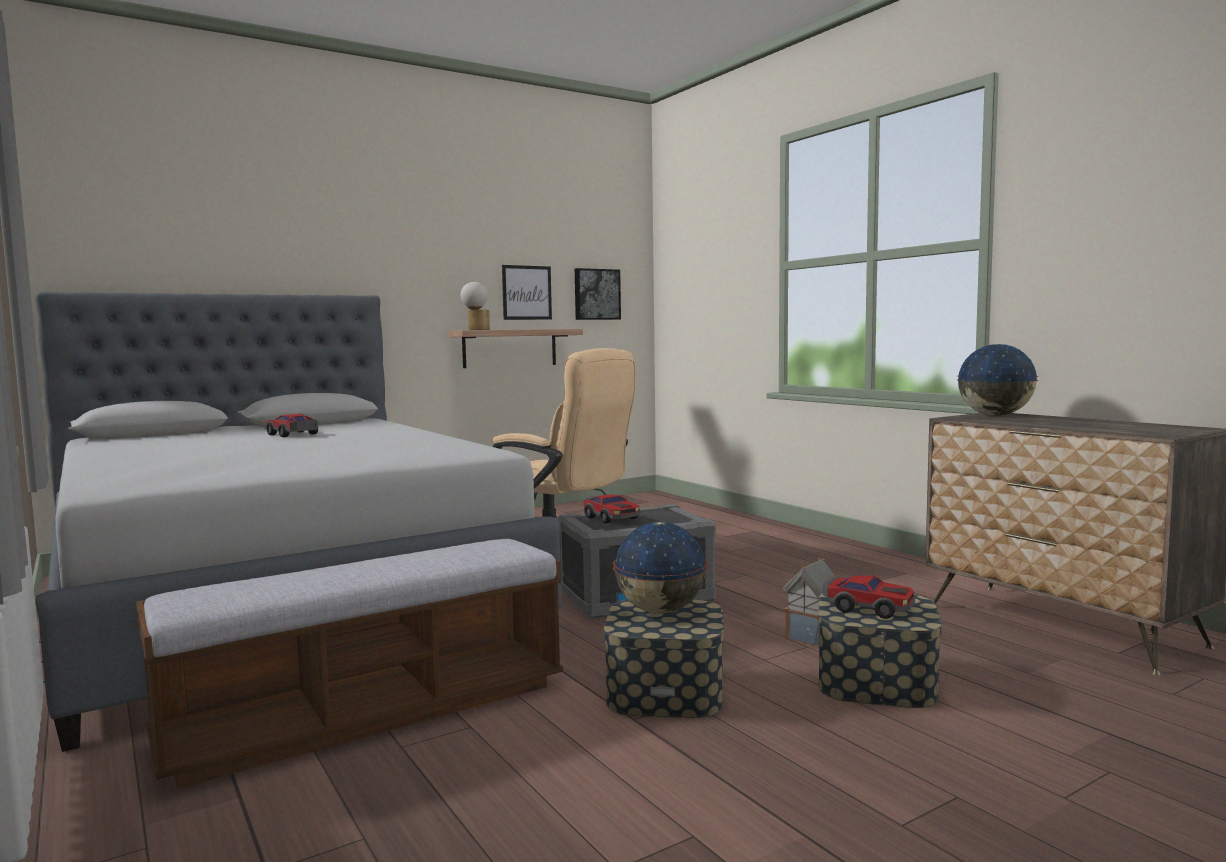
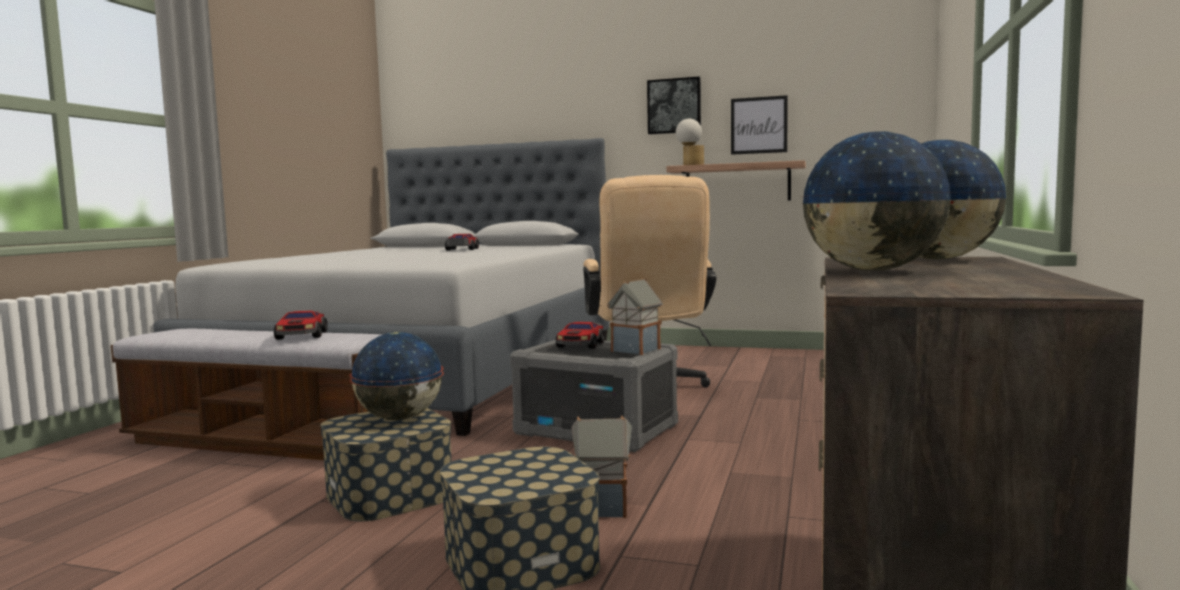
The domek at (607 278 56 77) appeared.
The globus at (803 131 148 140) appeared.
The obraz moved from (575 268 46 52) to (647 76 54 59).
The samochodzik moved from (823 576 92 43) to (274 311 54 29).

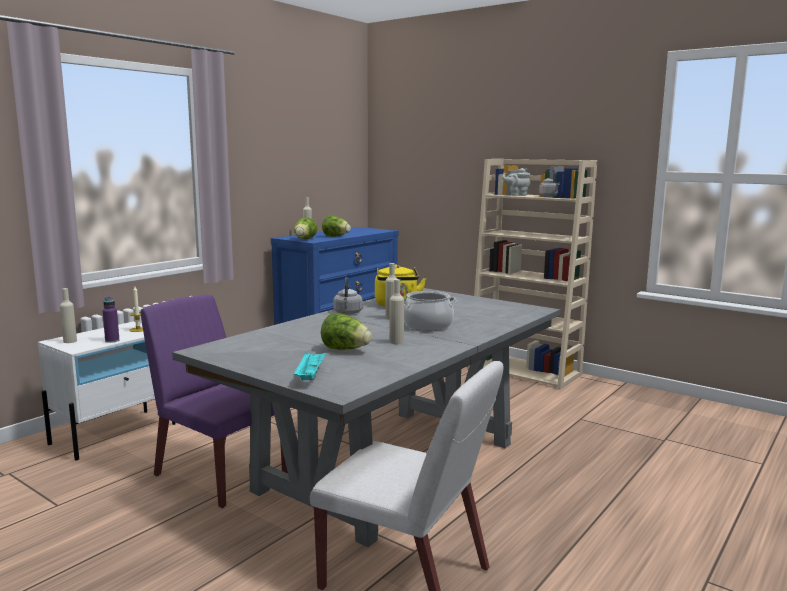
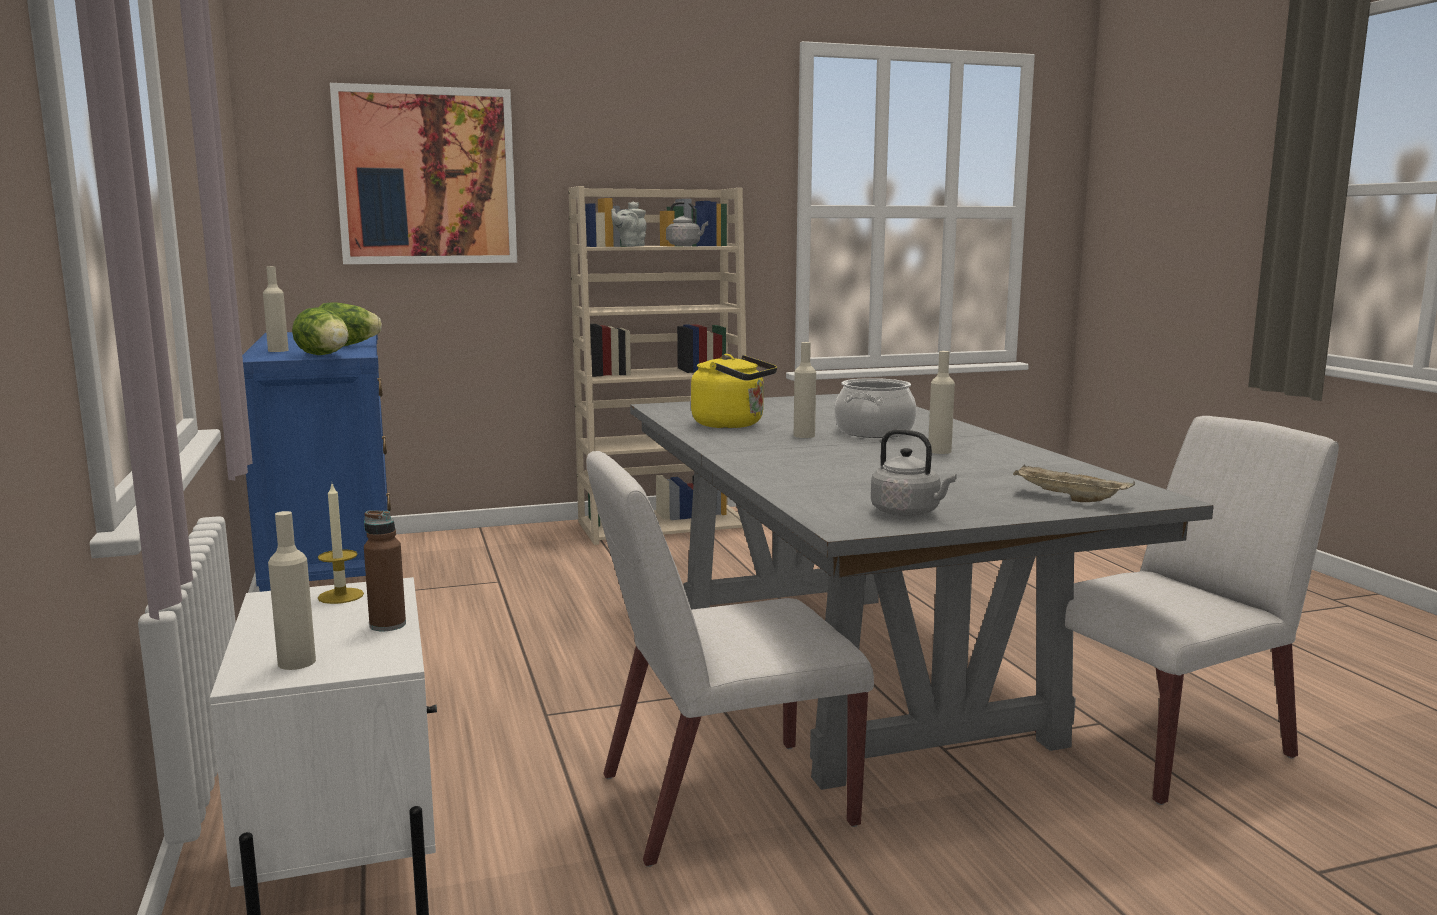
The sałata at (321 313 51 37) disappeared.
The obraz at (330 83 187 181) appeared.
The czajnik/szary moved from (333 277 29 38) to (871 429 86 88).
The butelka/fioletowy at (103 296 16 47) became the butelka/brązowy at (364 510 42 121).
The krzesło/fioletowy at (141 294 150 214) became the krzesło/biały at (586 451 288 416).
The taca/turkusowy at (294 351 33 29) became the taca/beżowy at (1013 464 122 38).

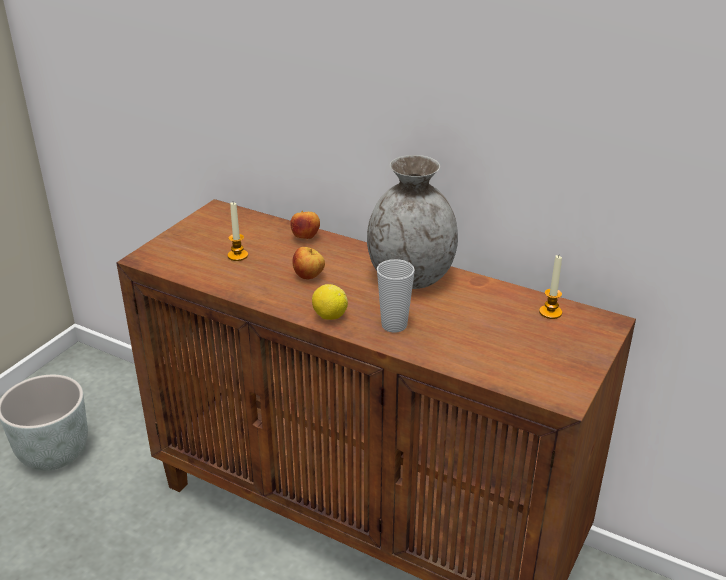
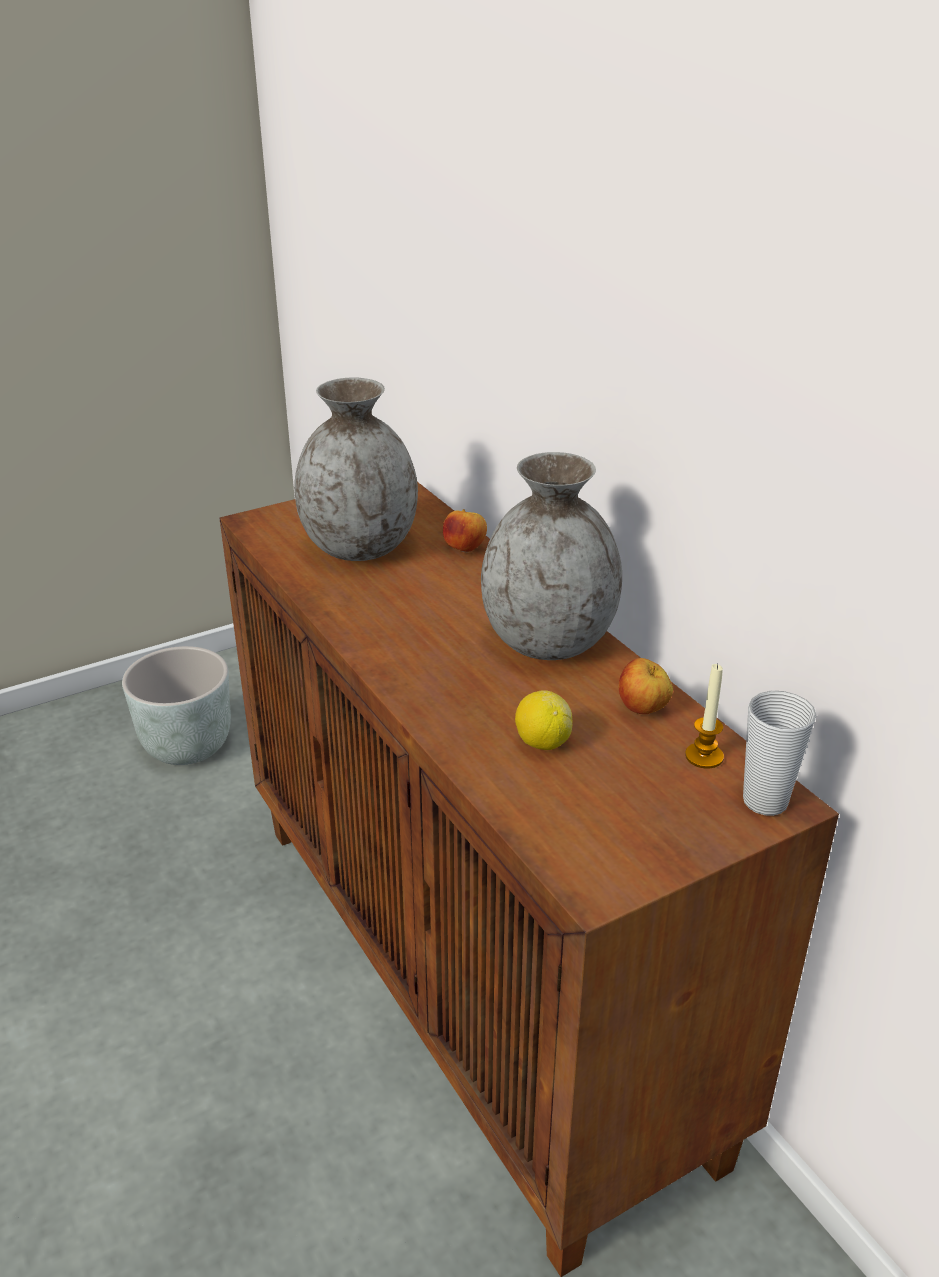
The jabłko moved from (292 247 33 32) to (619 658 54 56).
The cytryna moved from (312 284 36 36) to (515 690 57 60).
The filiżanka moved from (377 259 38 74) to (743 691 73 125).
The świeca at (228 202 20 59) was replaced by the wazon/szary at (294 378 124 183).

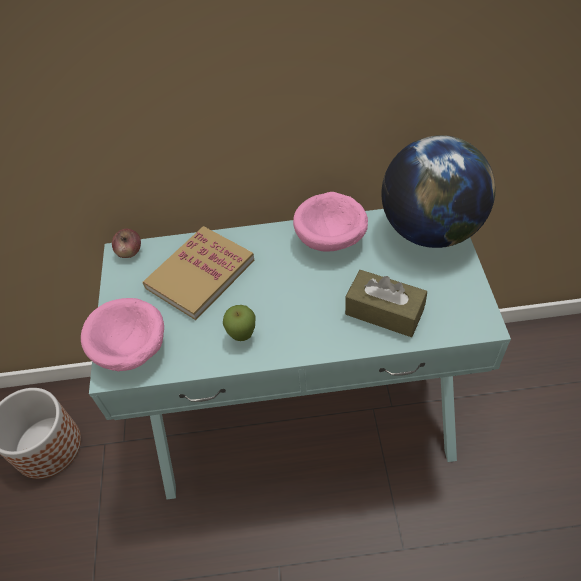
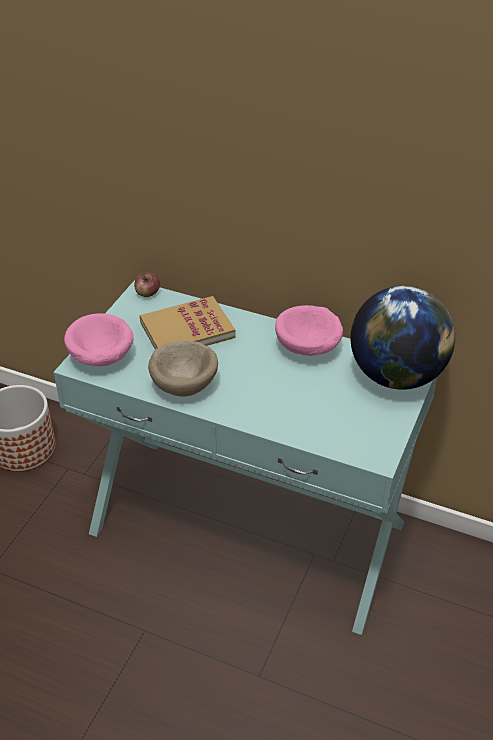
The pudełko chusteczek/brązowy at (345 270 82 67) disappeared.
The jabłko at (223 305 33 36) was replaced by the miska/beżowy at (148 341 70 56).

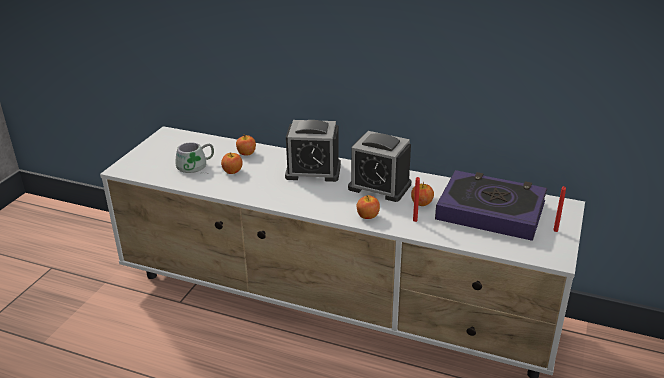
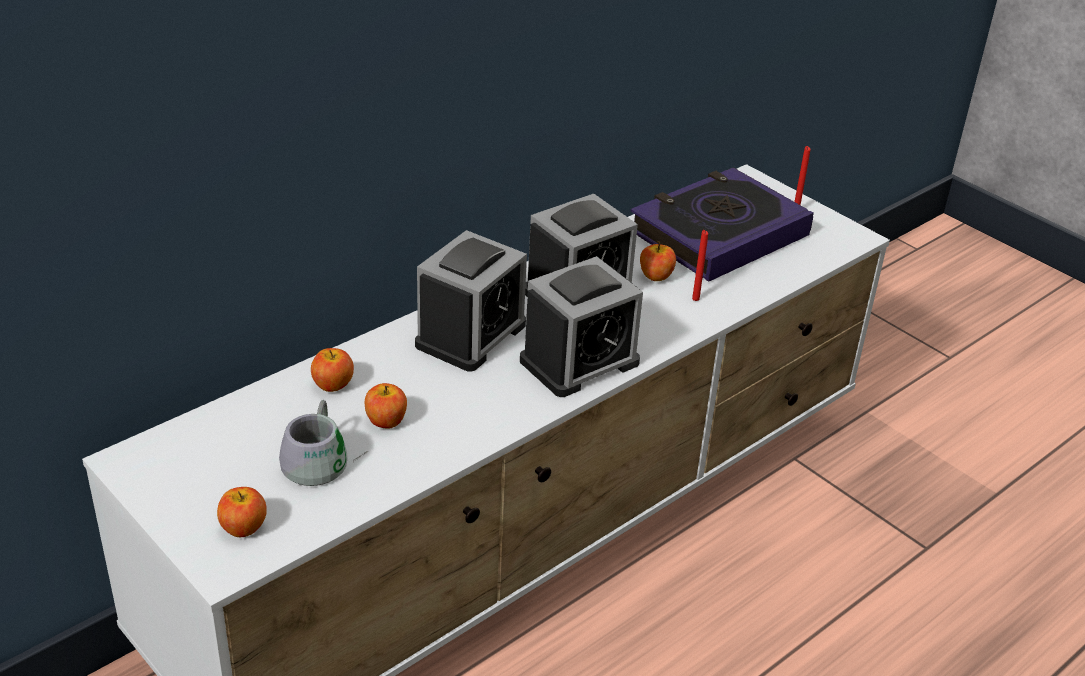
The budzik at (520 256 123 141) appeared.
The jabłko moved from (357 195 23 24) to (217 487 50 50).

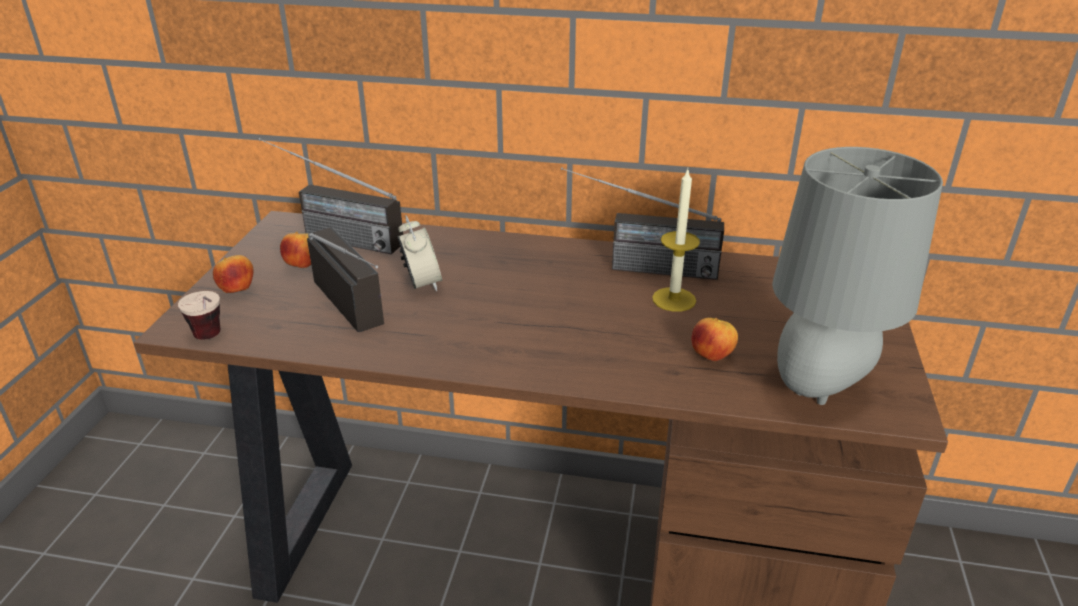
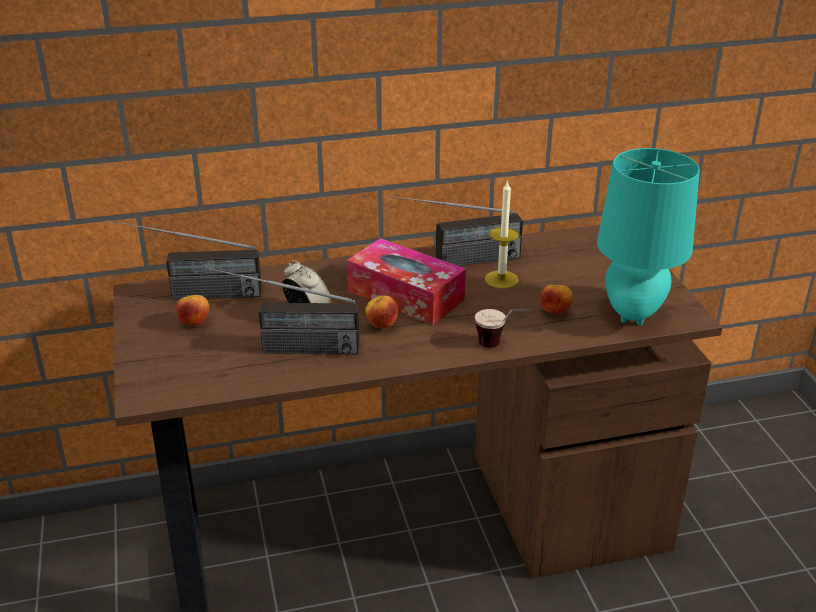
The pudełko chusteczek at (347 238 119 87) appeared.
The filiżanka moved from (178 291 43 49) to (475 309 56 39).
The jabłko moved from (213 255 40 38) to (365 295 33 34).
The lampa stołowa/szary at (772 147 171 258) became the lampa stołowa/turkusowy at (597 148 103 177).
The radio at (307 227 77 105) turned 150 degrees clockwise.

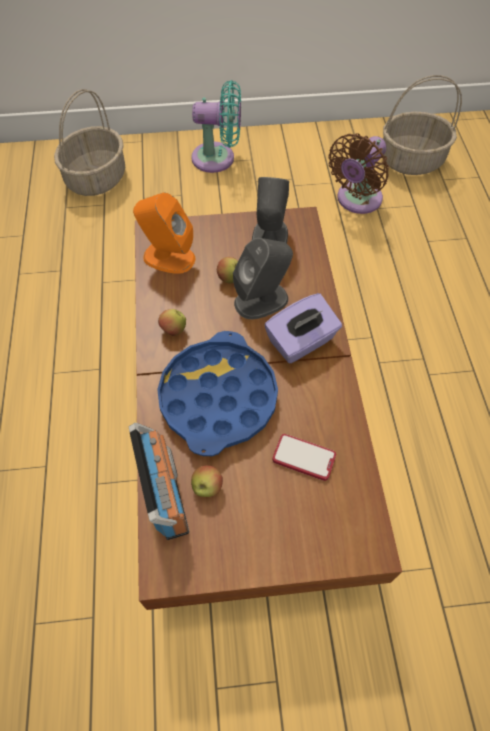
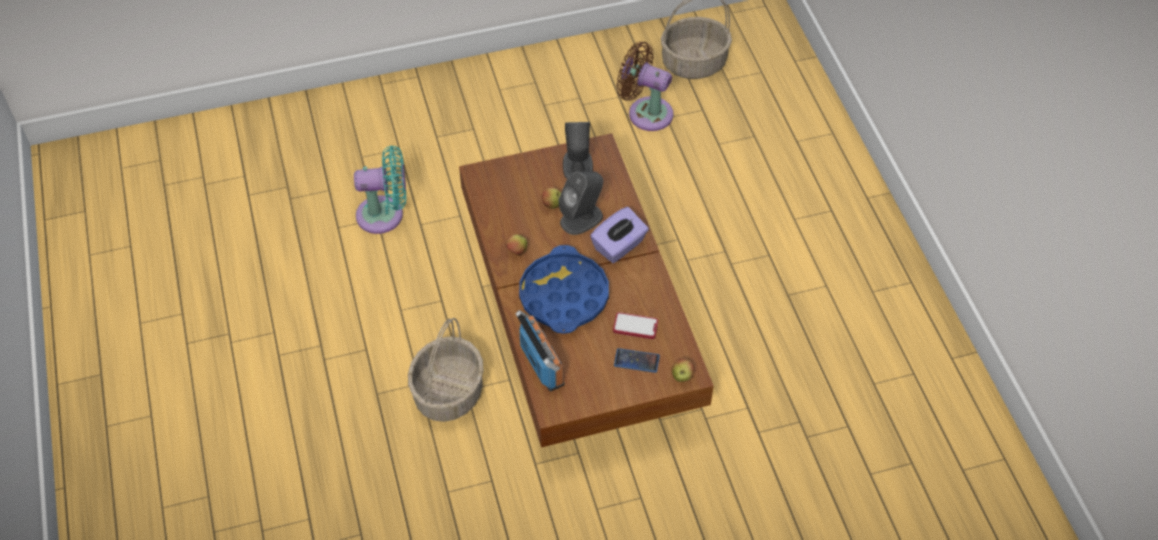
The głośnik/pomarańczowy at (133 193 62 81) disappeared.
The telefon at (614 348 46 25) appeared.
The koszyk moved from (54 89 71 107) to (408 318 76 104).
The wentylator/turkusowy moved from (191 80 50 93) to (354 145 52 89).
The jabłko moved from (191 465 32 32) to (671 359 23 23).
The wentylator/brązowy at (329 133 60 81) turned 90 degrees clockwise.

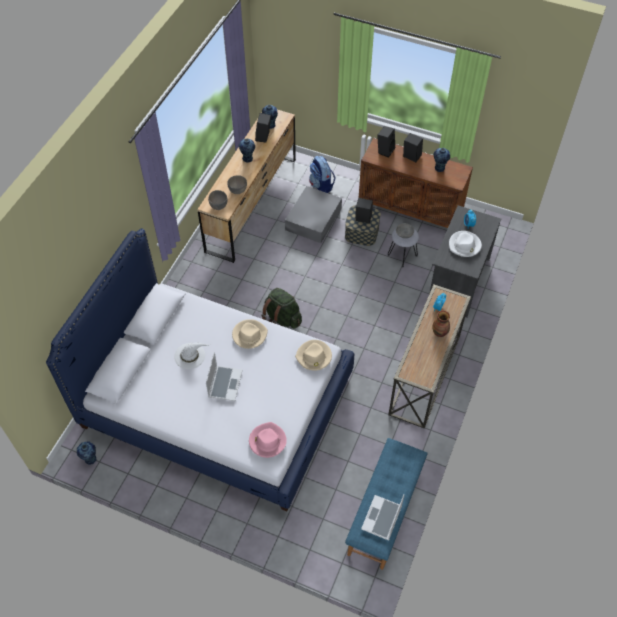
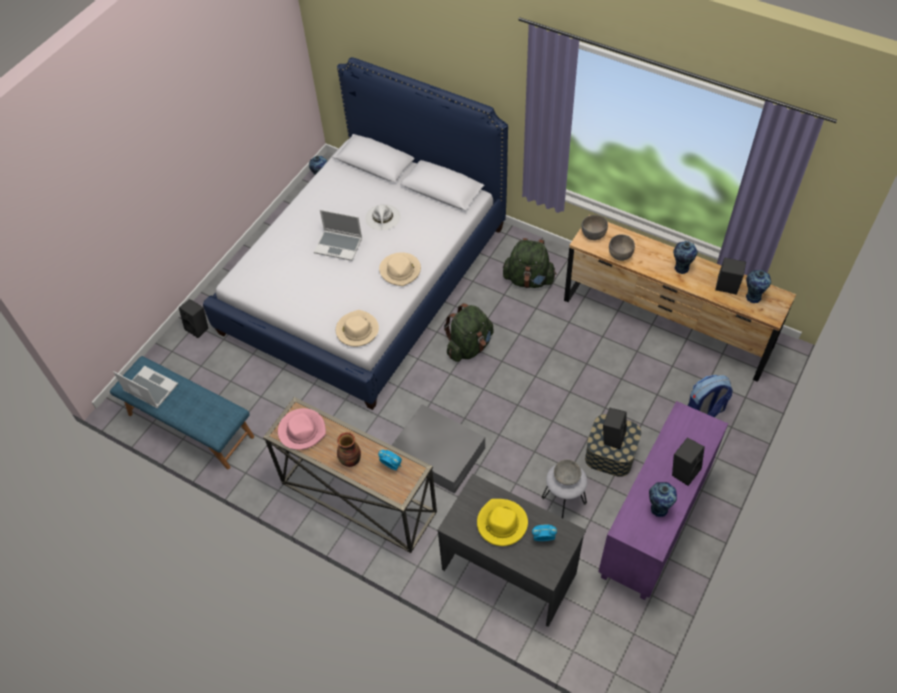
The plecak/zielony at (503 238 53 50) appeared.
The kapelusz/różowy moved from (249 422 38 36) to (278 408 48 42).
The pojemnik do przechowywania/szary moved from (285 186 57 57) to (392 404 93 90).
The głośnik/czarny moved from (377 126 18 32) to (179 299 29 39).
The szafka/brązowy at (359 138 114 90) became the szafka/fioletowy at (598 401 130 199).
The kapelusz/biały at (449 231 33 26) became the kapelusz/żółty at (477 499 51 47).

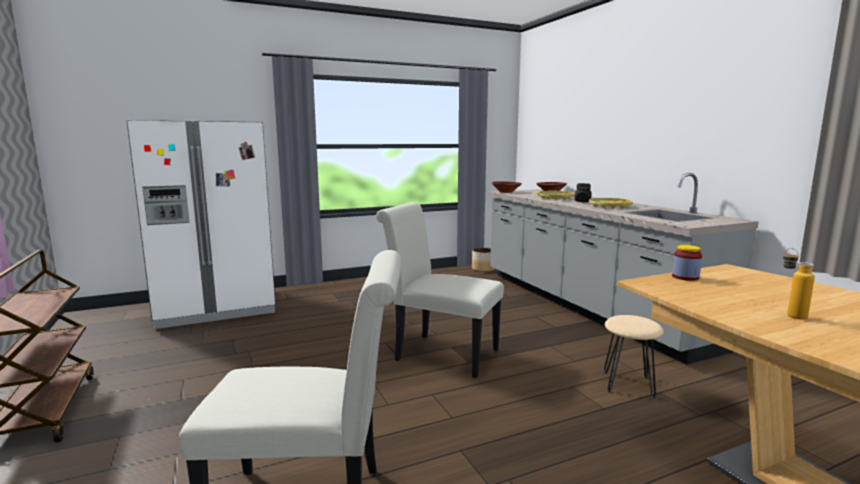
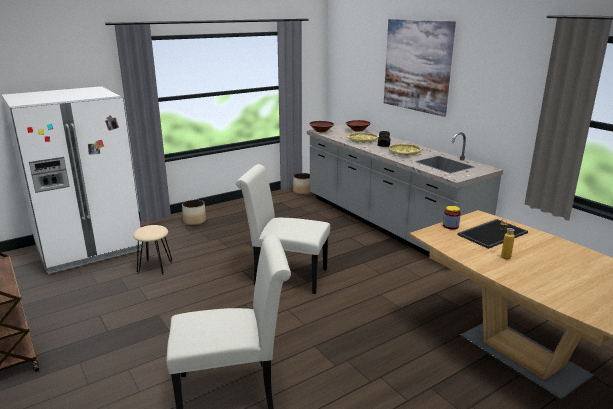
The donica at (182 200 24 25) appeared.
The obraz at (384 19 72 98) appeared.
The taca at (457 219 71 30) appeared.
The stołek/beżowy moved from (604 315 60 83) to (133 225 39 50).

